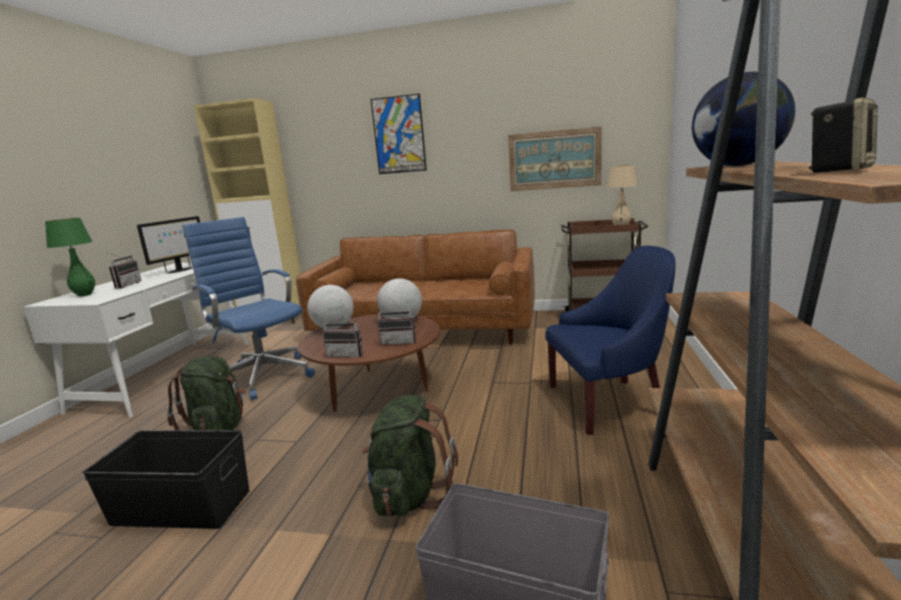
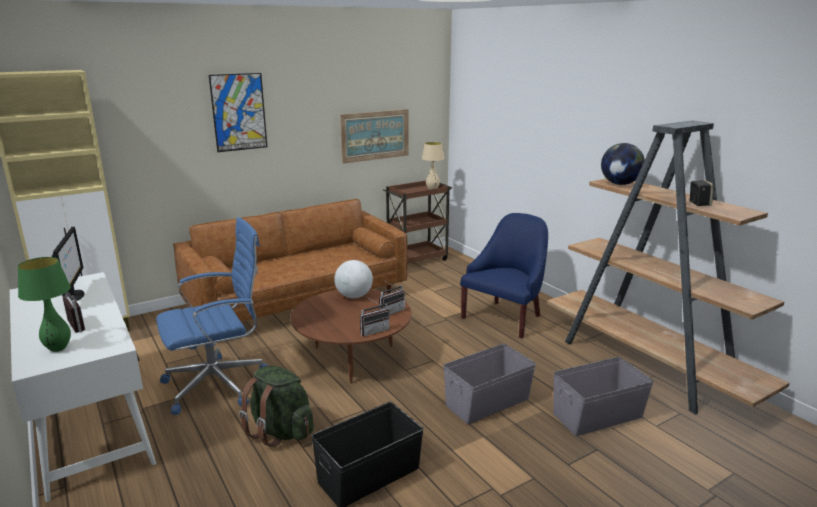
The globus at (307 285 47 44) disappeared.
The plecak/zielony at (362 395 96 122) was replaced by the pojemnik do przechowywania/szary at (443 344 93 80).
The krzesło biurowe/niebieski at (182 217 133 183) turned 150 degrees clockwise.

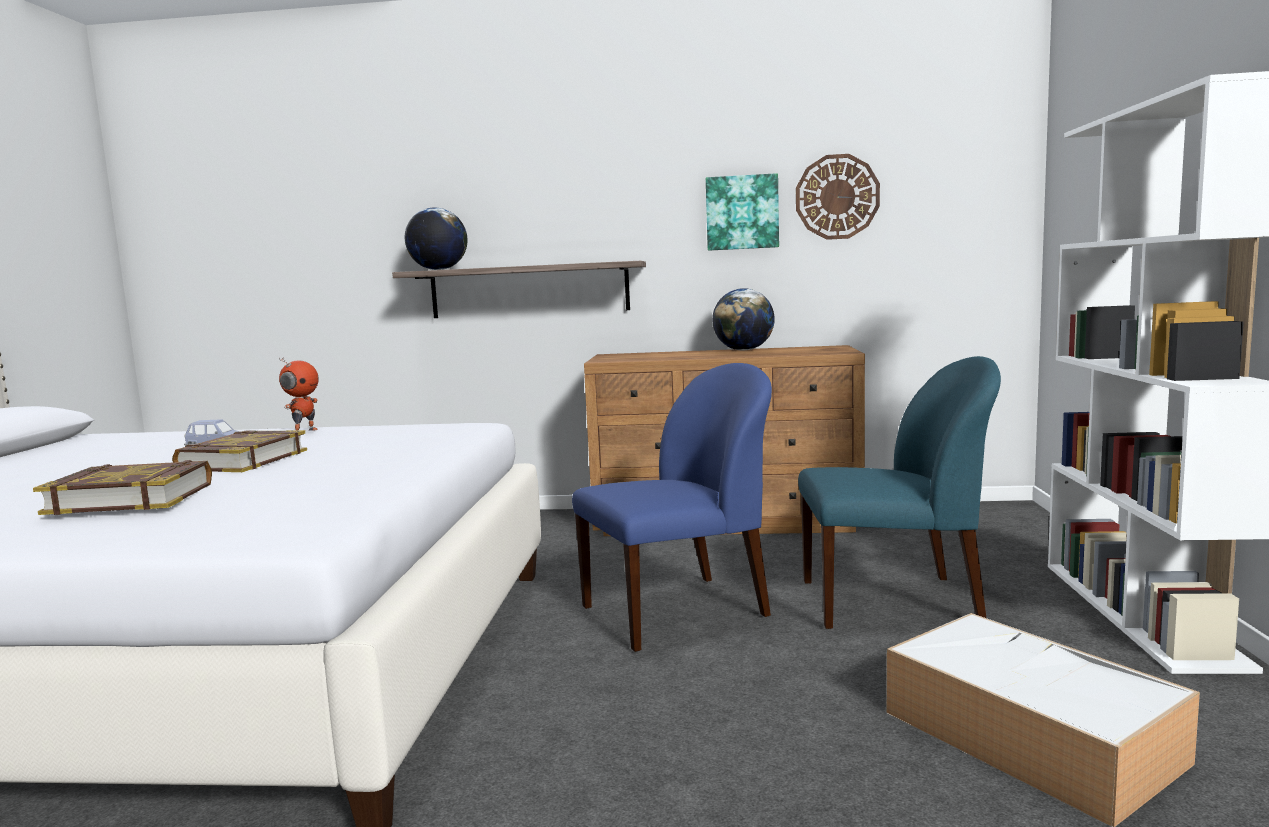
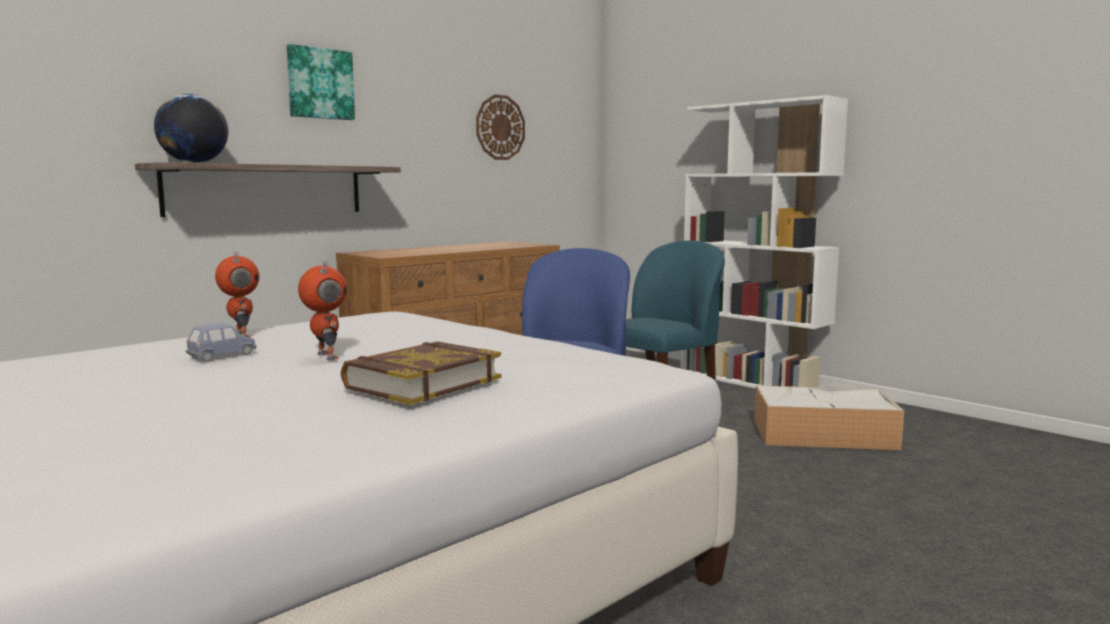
The globus at (712 288 63 63) disappeared.
The obraz moved from (706 173 73 78) to (287 44 68 76).
The książka at (172 430 135 42) was replaced by the robot zabawkowy at (298 260 49 100).

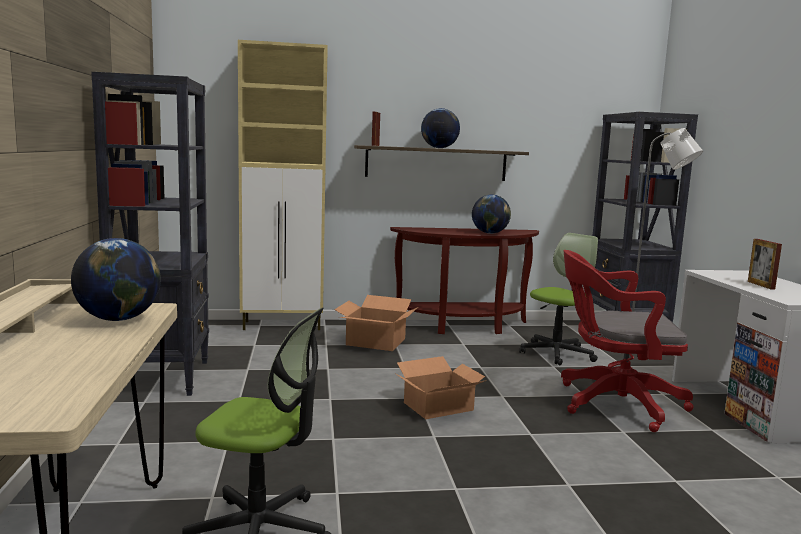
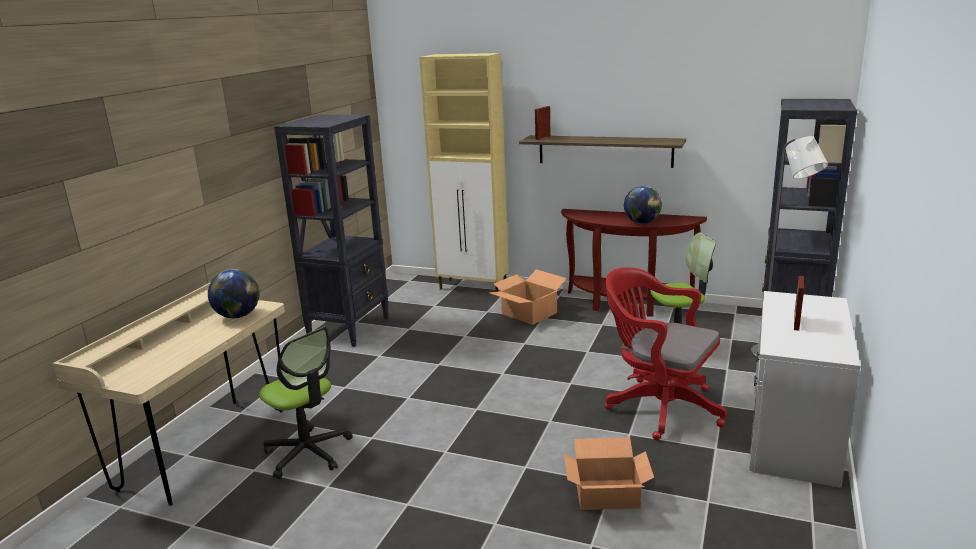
The globus at (421 108 39 40) disappeared.
The karton moved from (396 356 91 63) to (564 437 90 73).

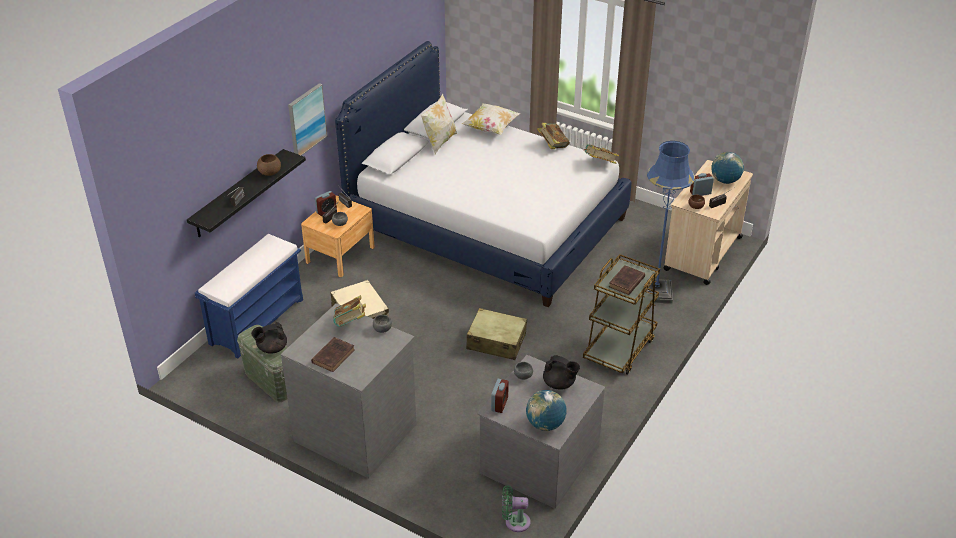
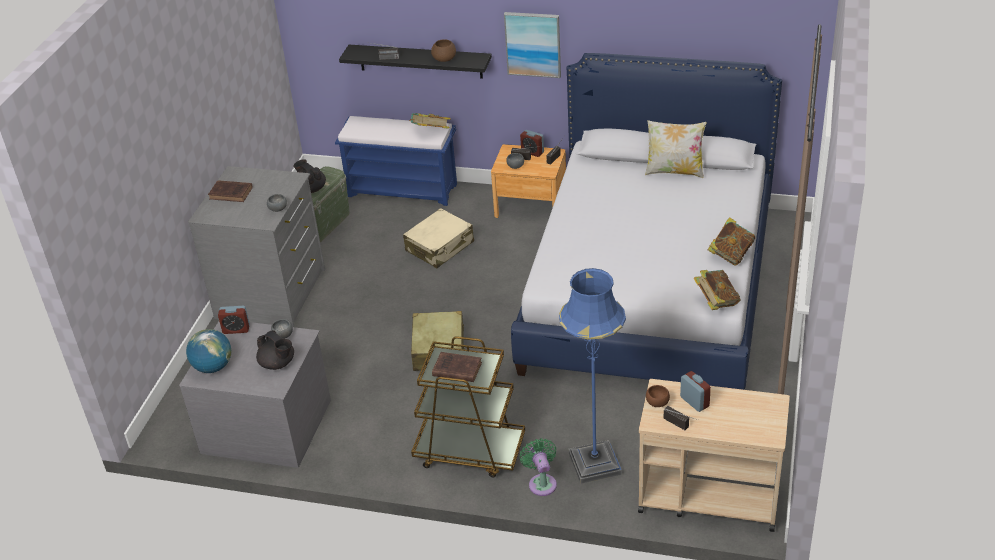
The poduszka at (462 103 59 32) disappeared.
The globus at (711 152 33 32) disappeared.
The książka moved from (333 295 33 32) to (409 113 41 16).
The wentylator/zielony moved from (502 486 28 46) to (520 438 37 58).
The imbryk/czarny at (543 355 37 35) turned 60 degrees counterclockwise.

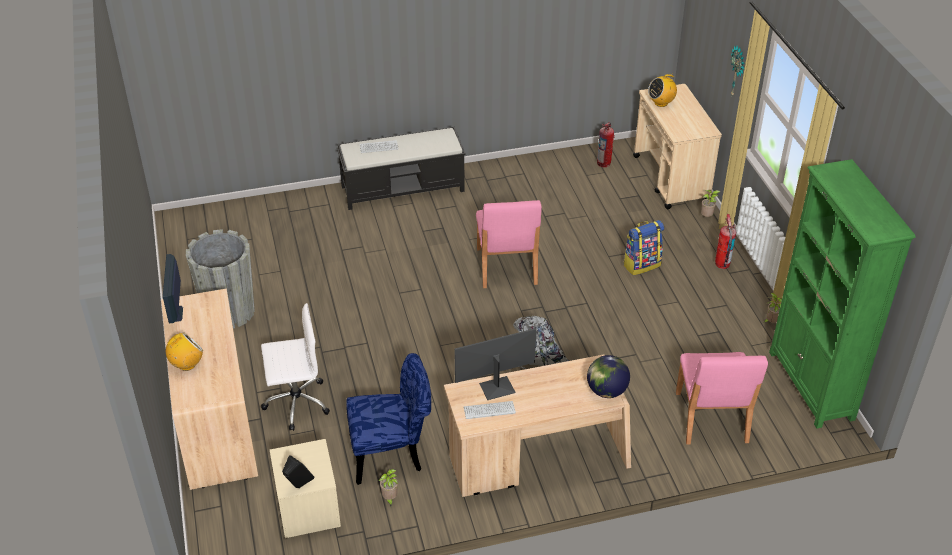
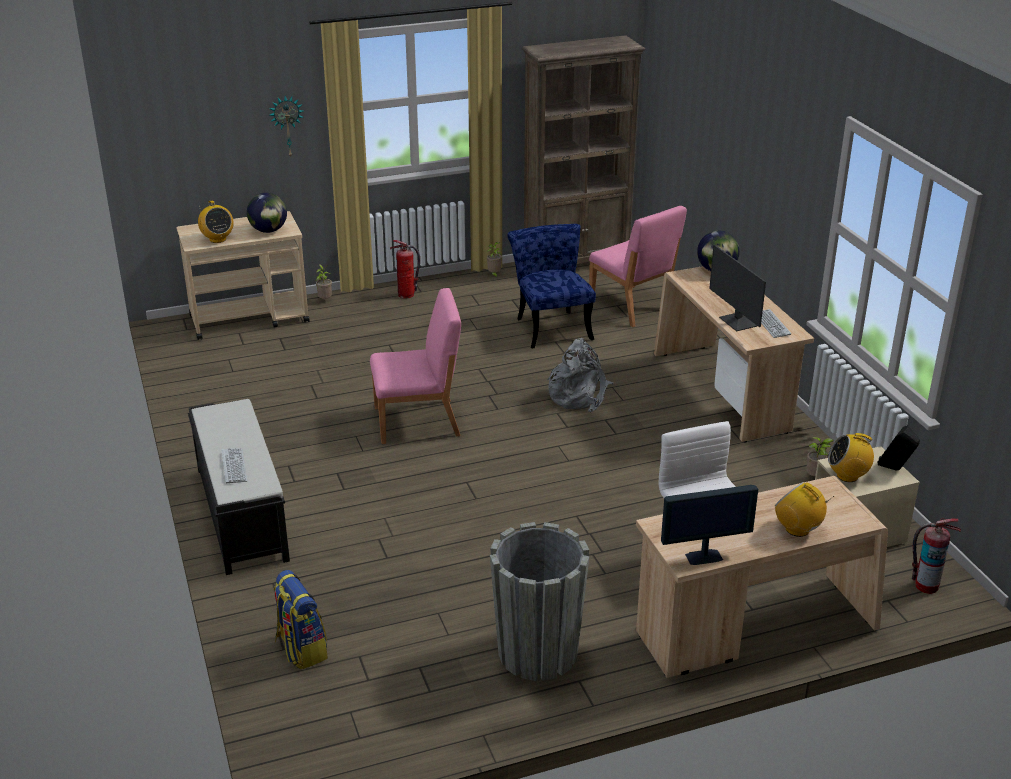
The globus at (247 193 40 40) appeared.
The radio at (828 433 47 49) appeared.
The krzesło/niebieski moved from (346 353 85 132) to (507 224 89 124).
The gaśnica moved from (597 122 17 45) to (912 518 49 76).
The plecak moved from (623 220 41 55) to (273 570 55 100).
The regał/zielony at (769 159 147 270) became the regał/brązowy at (522 35 123 229).
The krzesło/różowy at (676 352 92 93) turned 60 degrees clockwise.

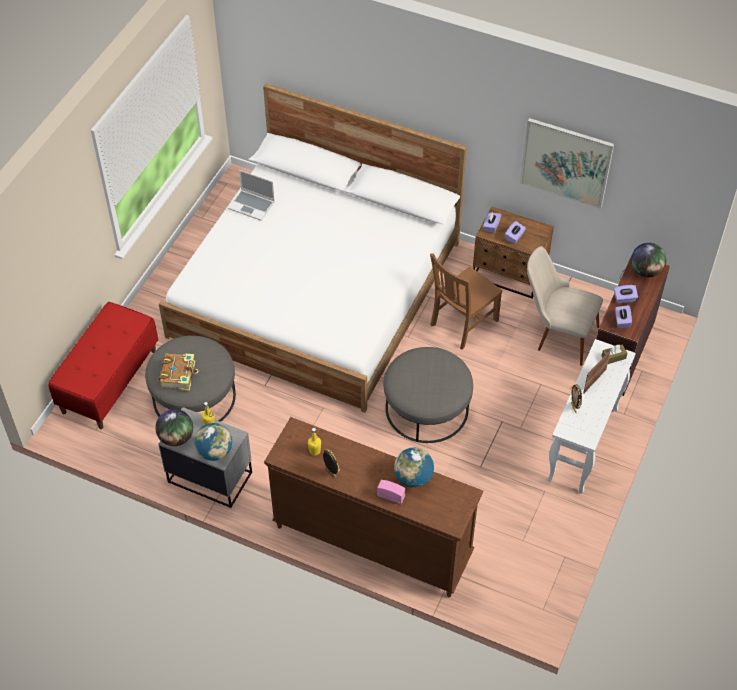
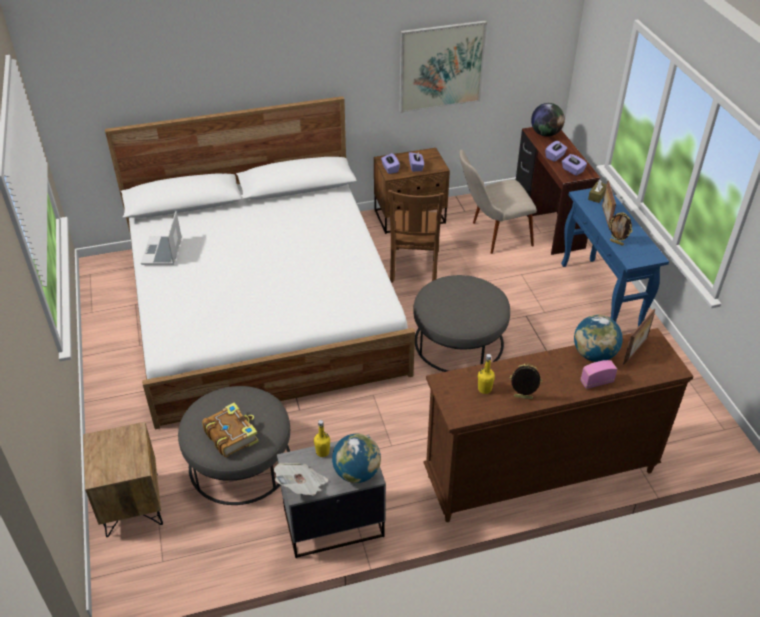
The ramka na zdjęcie at (623 309 32 56) appeared.
The ławka/czerwony at (48 302 110 127) was replaced by the szafka nocna/brązowy at (83 422 80 115).
The globus at (155 409 38 37) was replaced by the gazeta at (274 463 54 33).
The stolik konsolowy/biały at (547 339 89 155) became the stolik konsolowy/niebieski at (561 188 108 139).
The laptop at (228 170 47 51) turned 105 degrees clockwise.

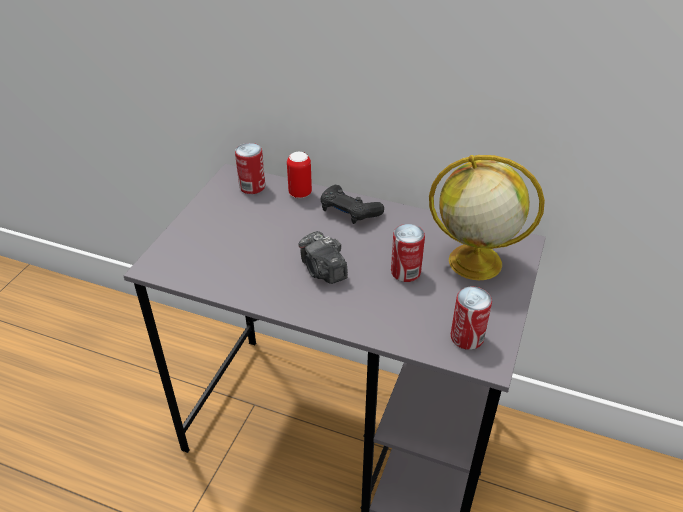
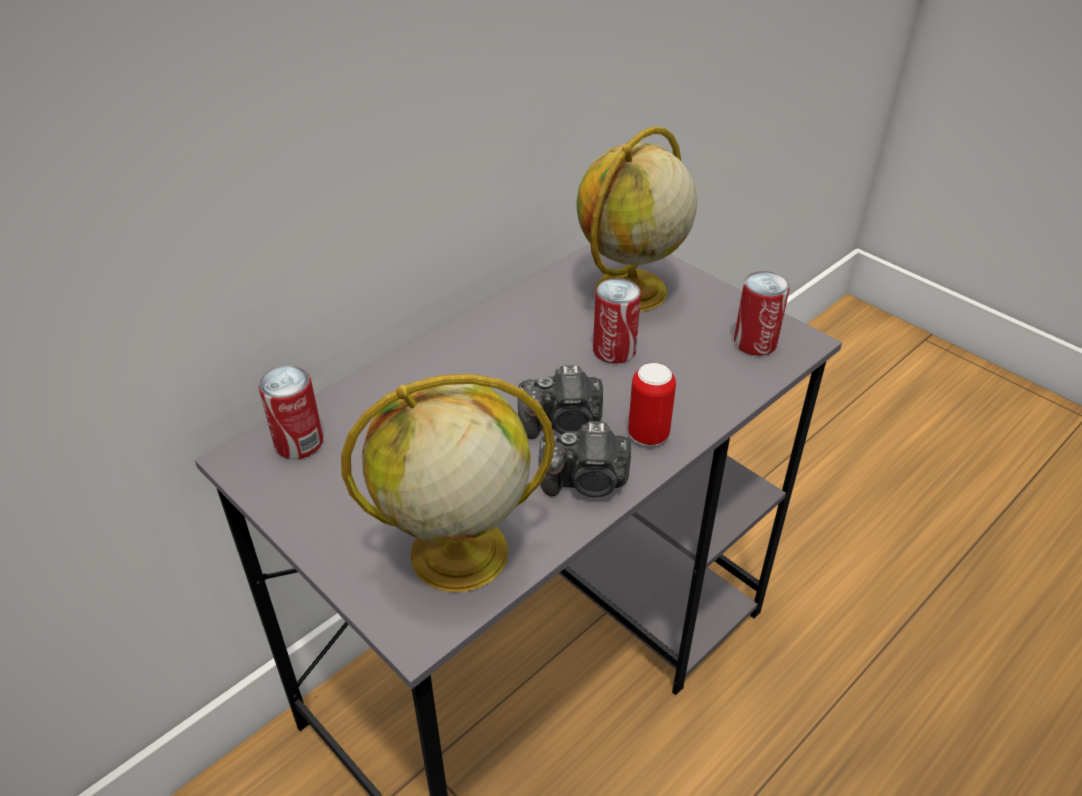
The pad do gier/czarny at (320 185 64 39) disappeared.
The globus at (341 374 214 218) appeared.
The aparat fotograficzny at (539 421 92 76) appeared.
The puszka moved from (287 152 25 46) to (628 363 48 83).

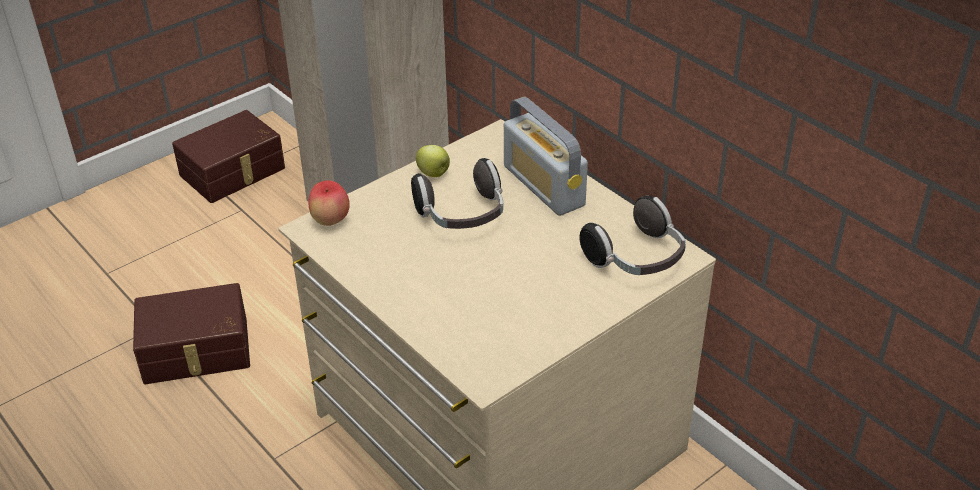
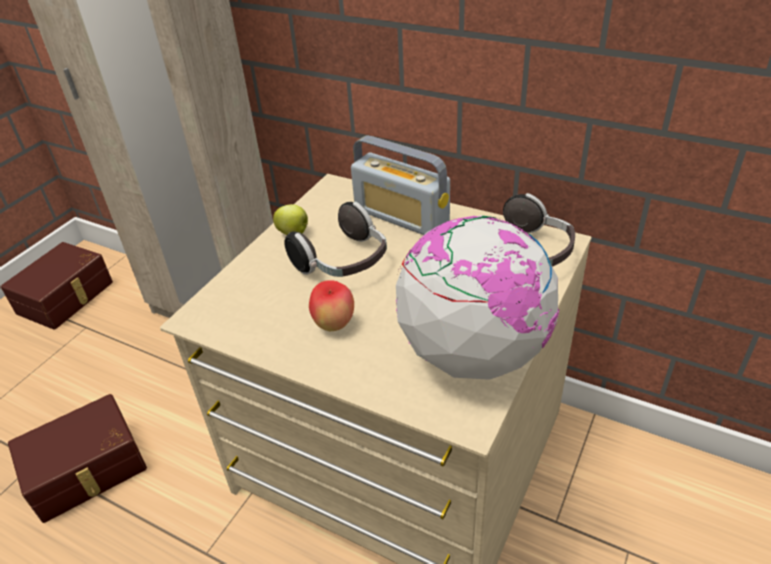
The globus at (396 215 163 165) appeared.
The jabłko moved from (308 180 42 46) to (309 280 45 51).

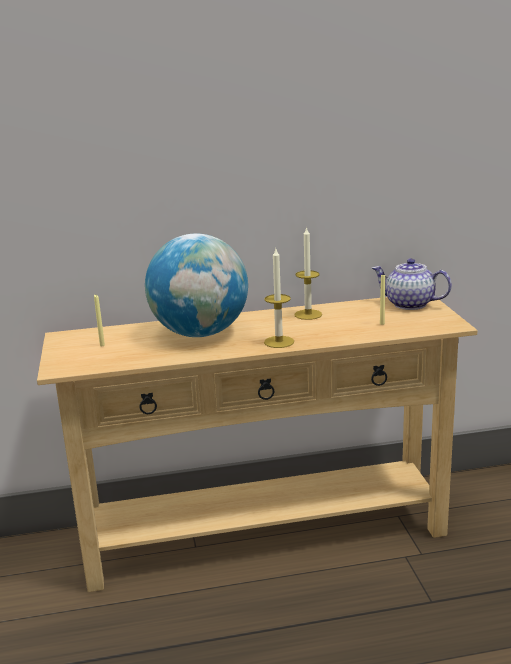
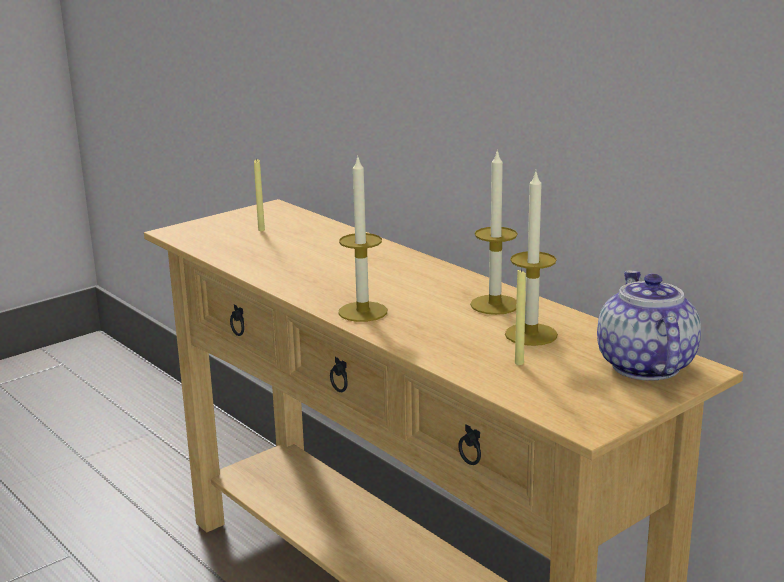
The globus at (145 233 103 104) disappeared.
The świeca at (505 172 53 174) appeared.

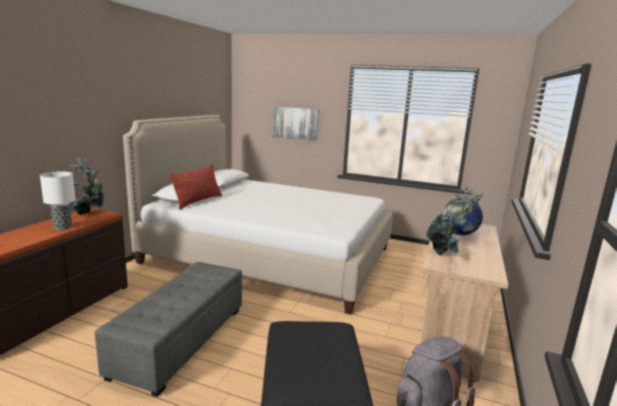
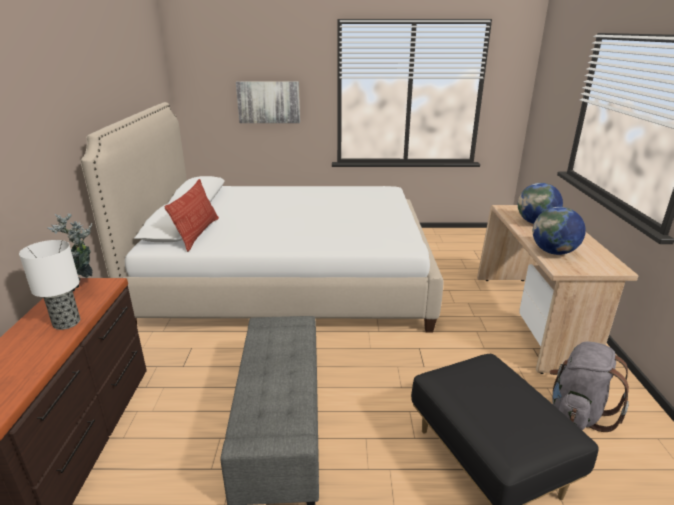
The roślina doniczkowa at (426 187 57 69) was replaced by the globus at (533 207 53 48).

